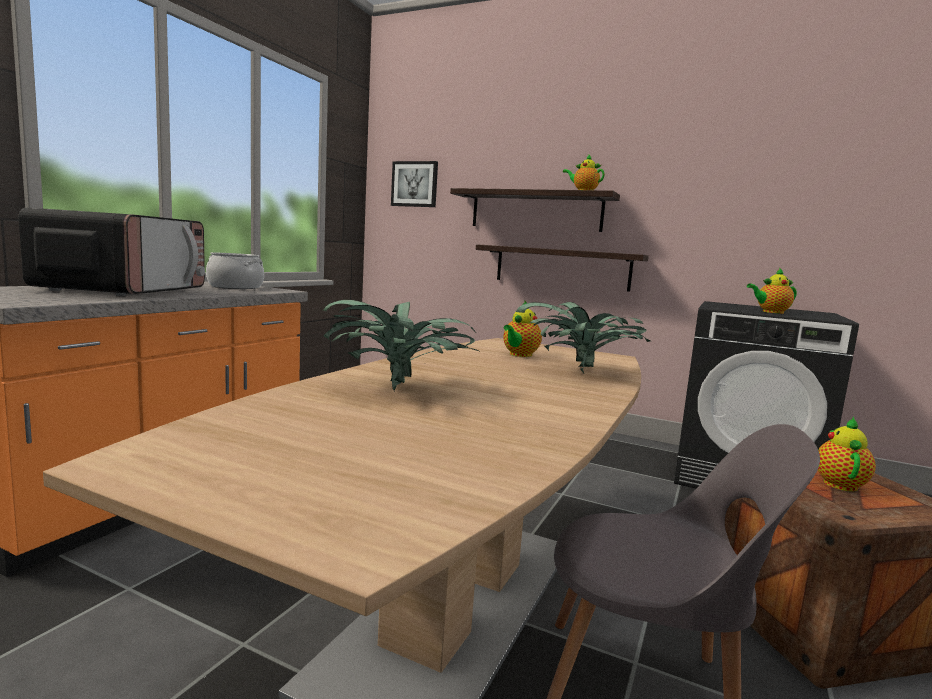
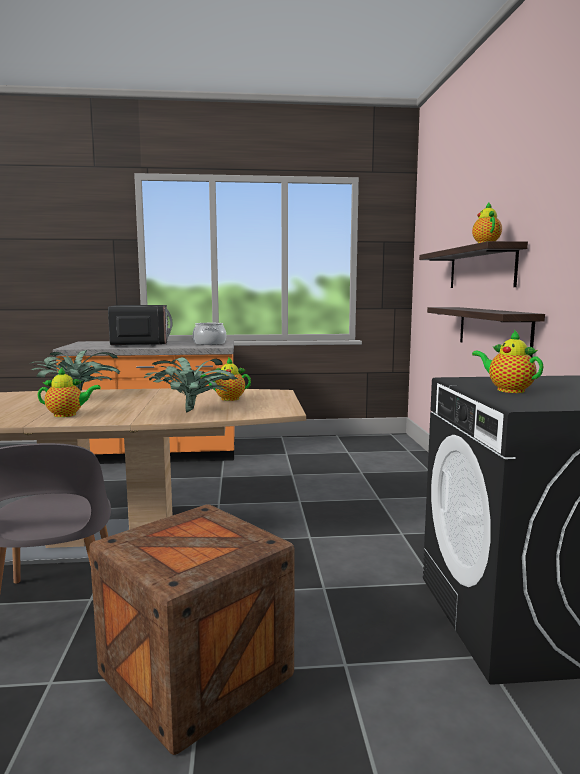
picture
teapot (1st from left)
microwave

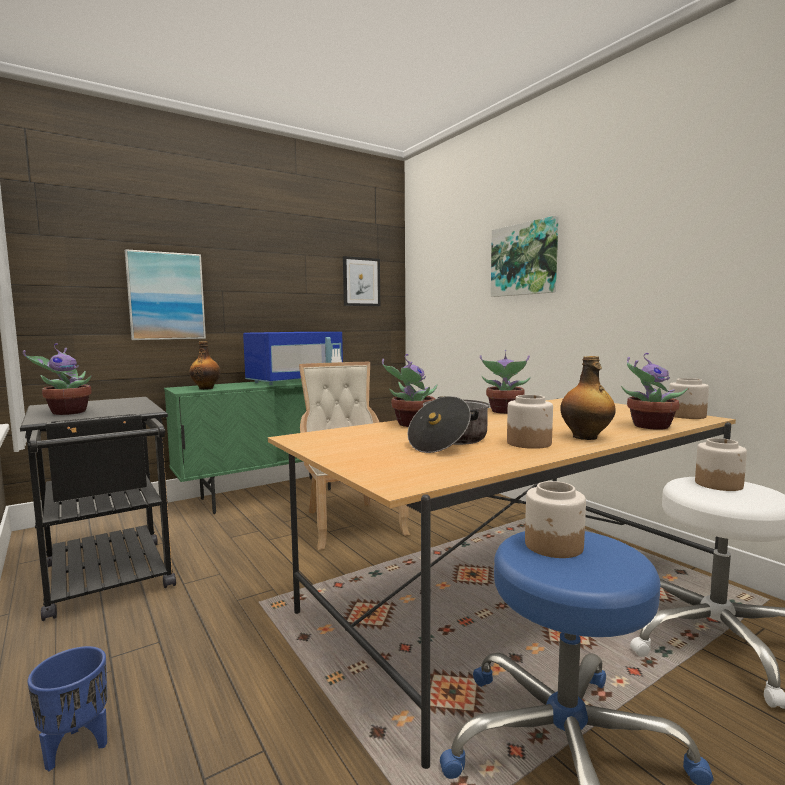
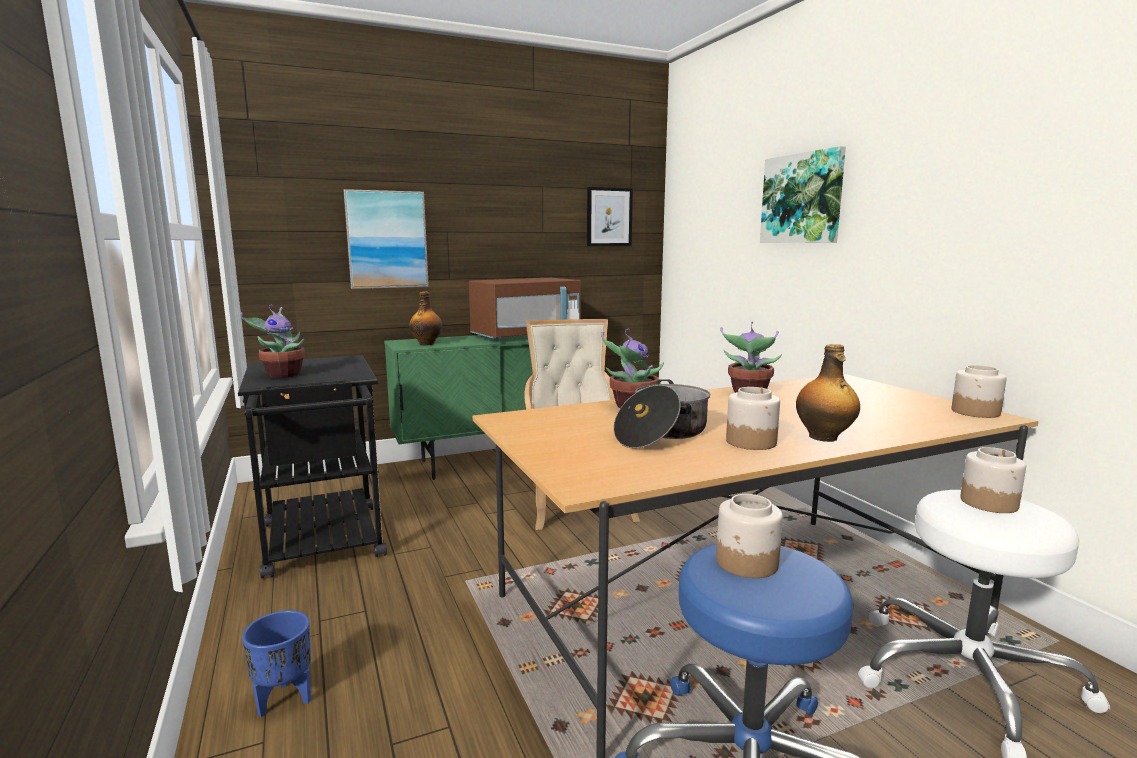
potted plant (4th from left in the first image)
microwave/brown

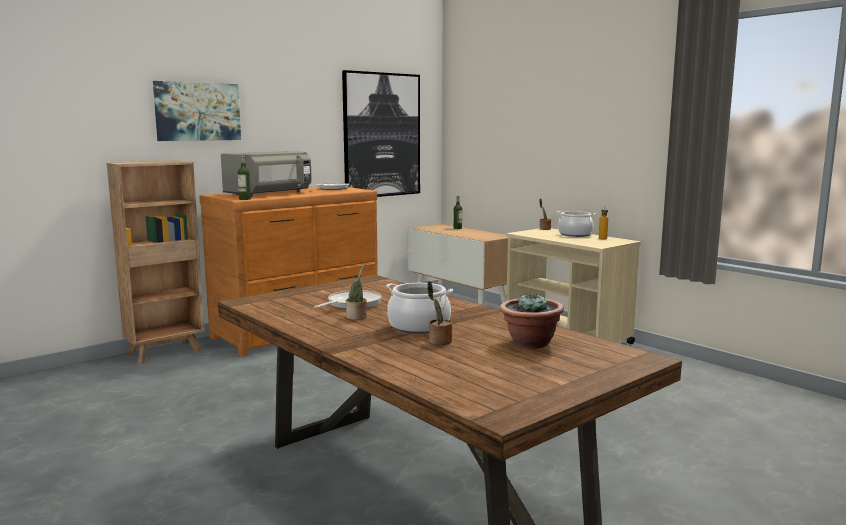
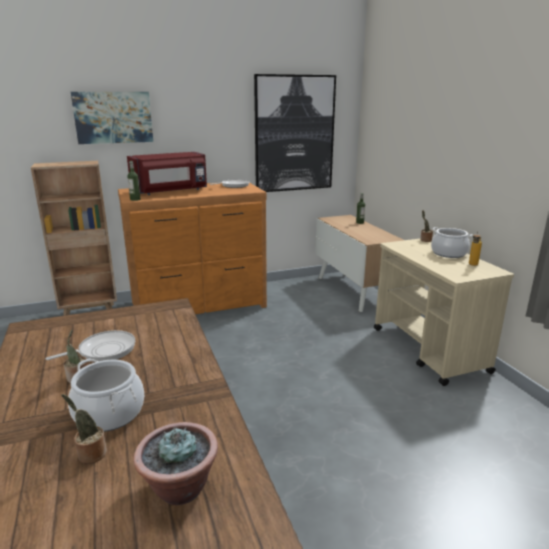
microwave/red

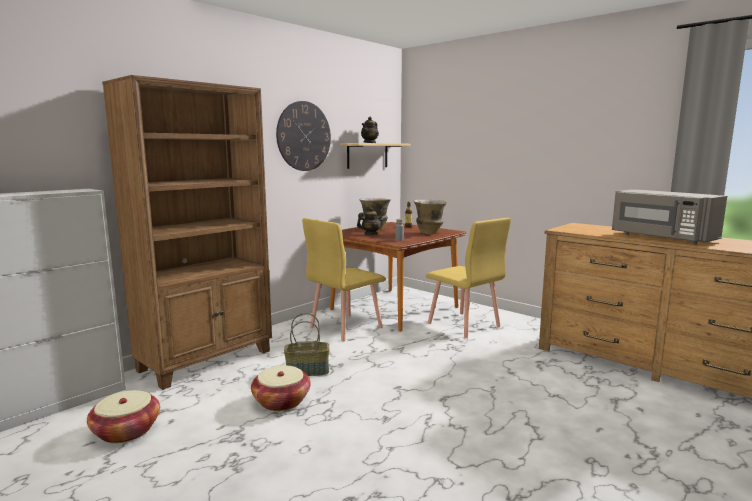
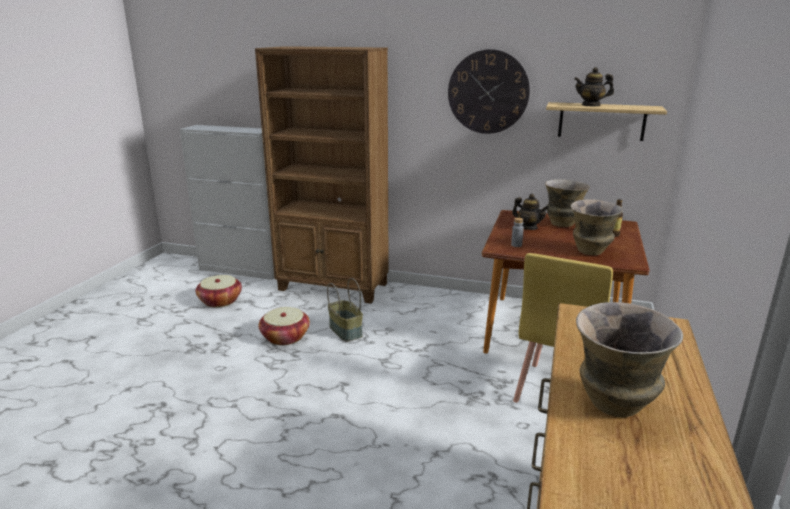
chair/yellow (1st from left in the first image)
vase (3rd from left)

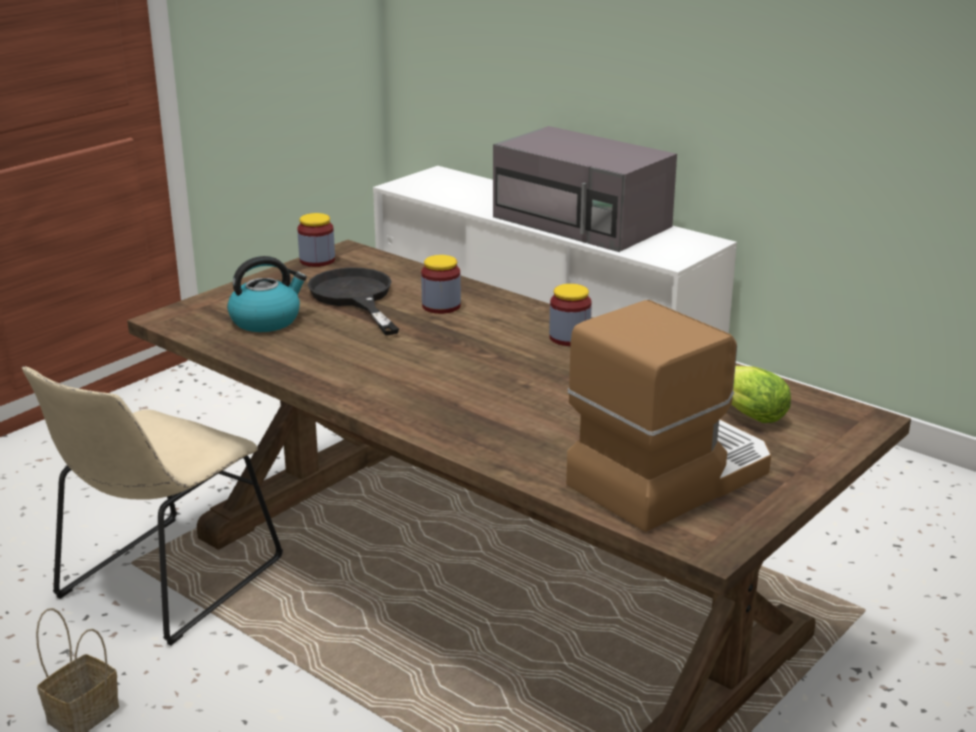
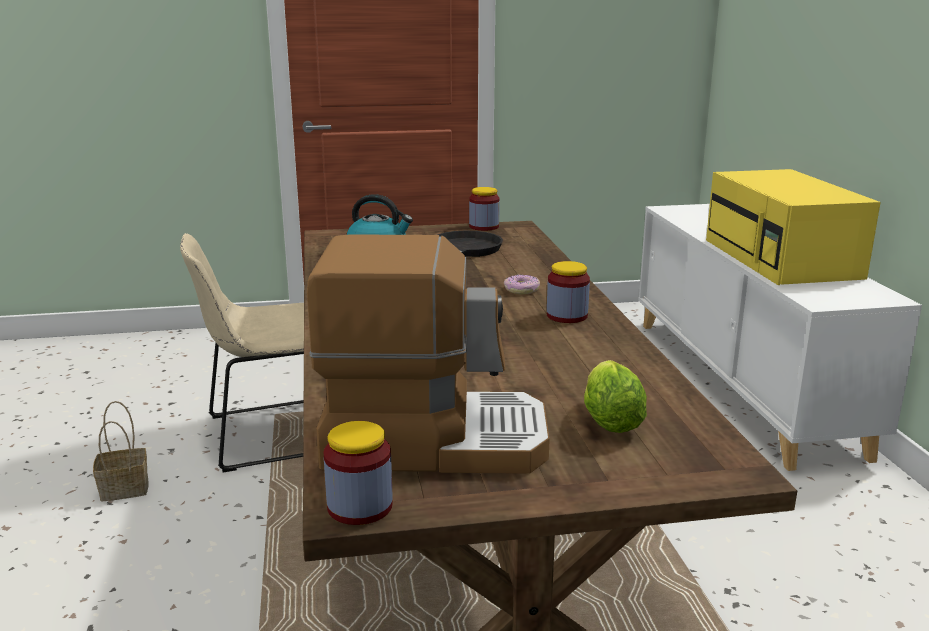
donut
jar (1st from left)
microwave/yellow

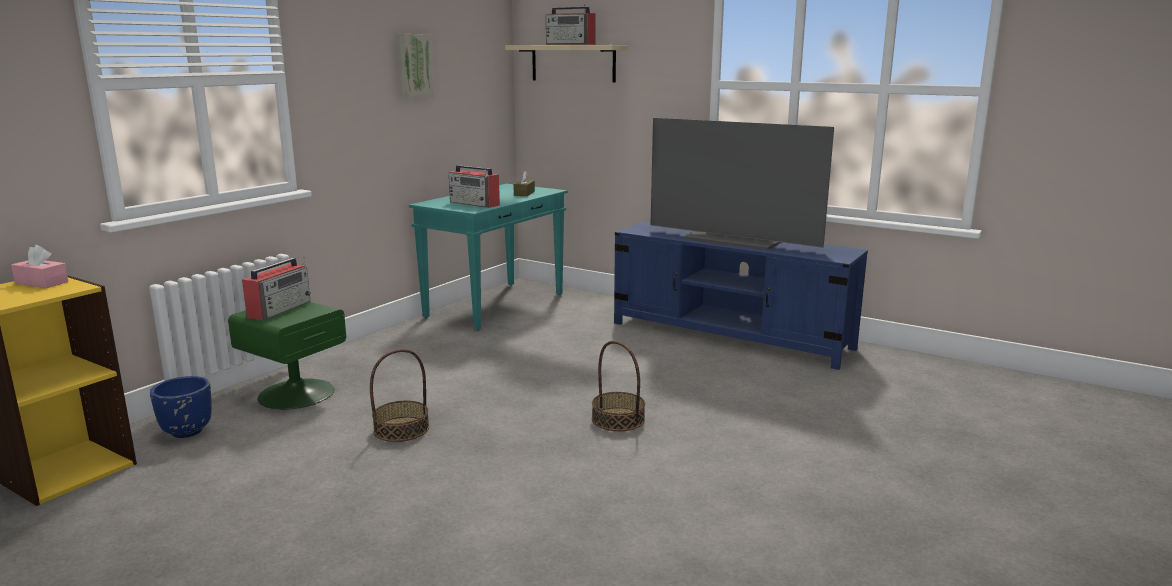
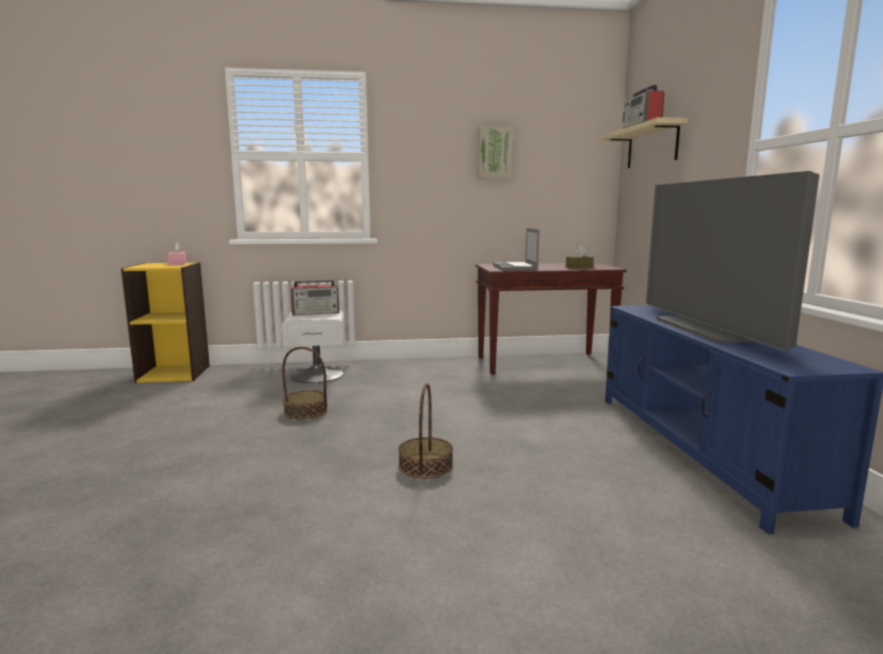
planter/blue
laptop
nightstand/white
console table/brown

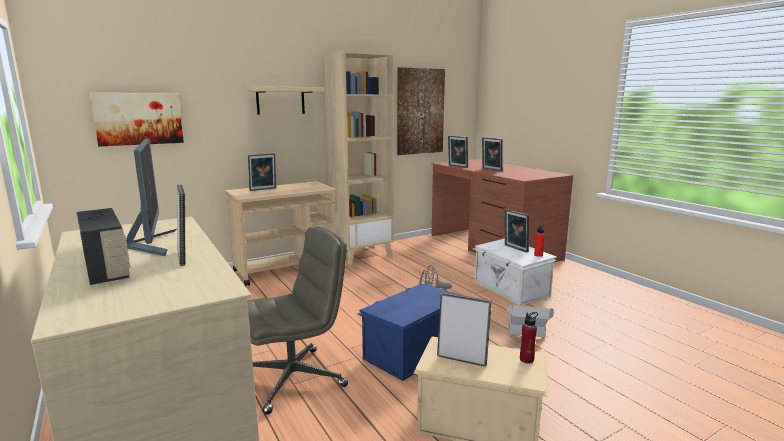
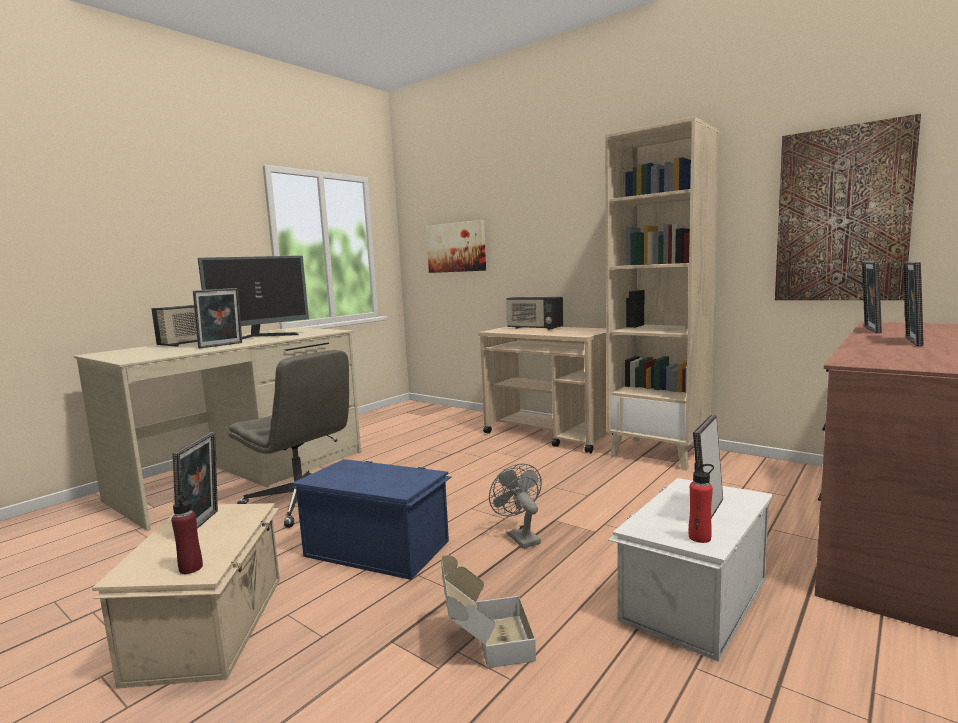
shelf/beige
radio (2nd from left)

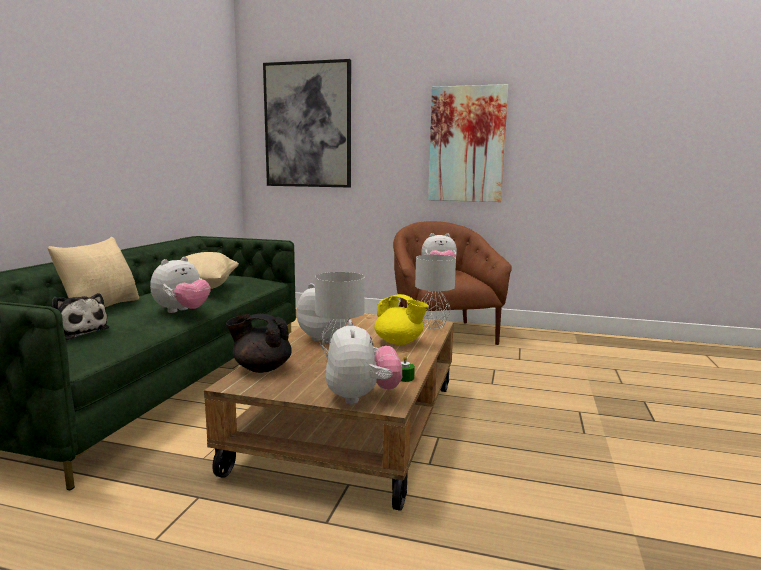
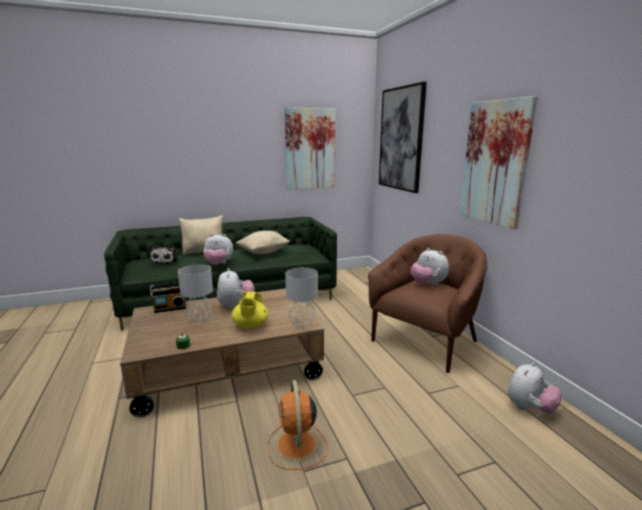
fan/orange
picture (1st from left)
plush toy (5th from left)
radio

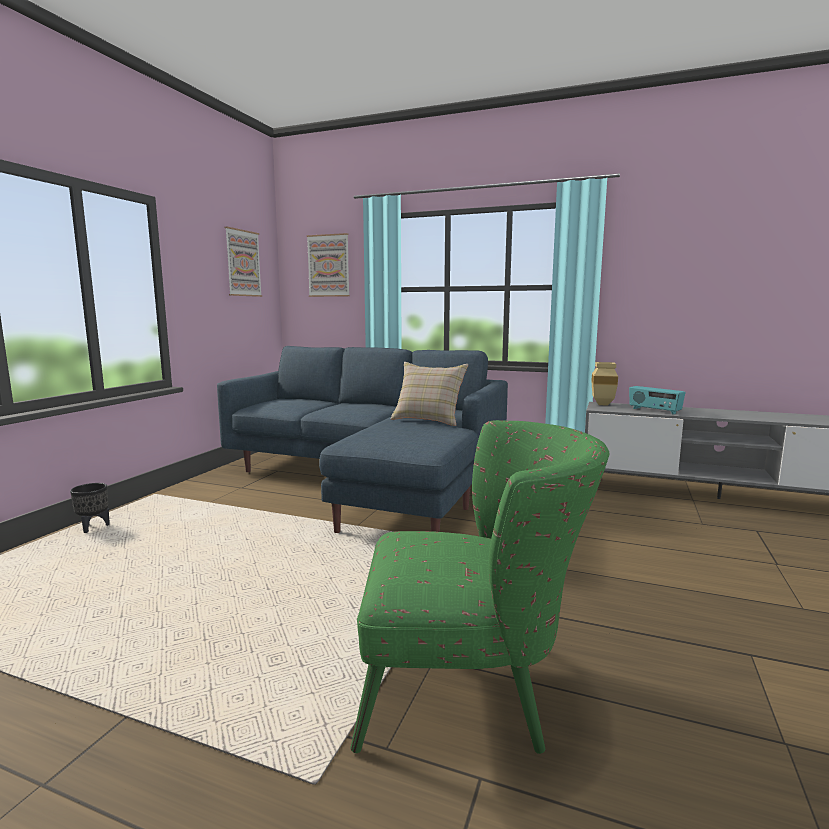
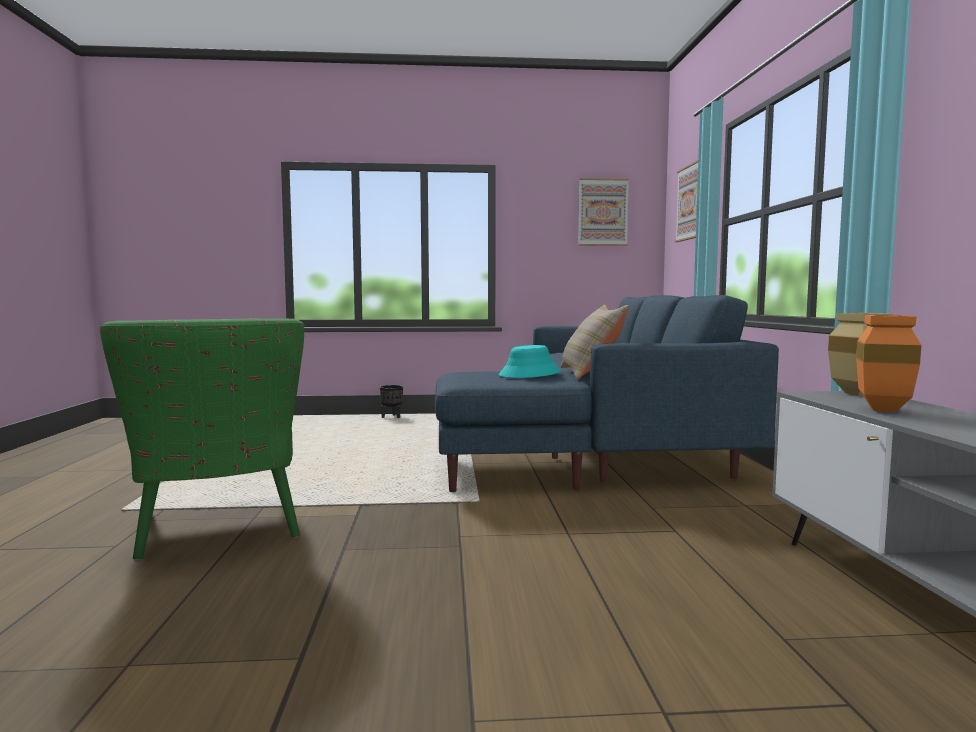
hat/turquoise
vase/orange

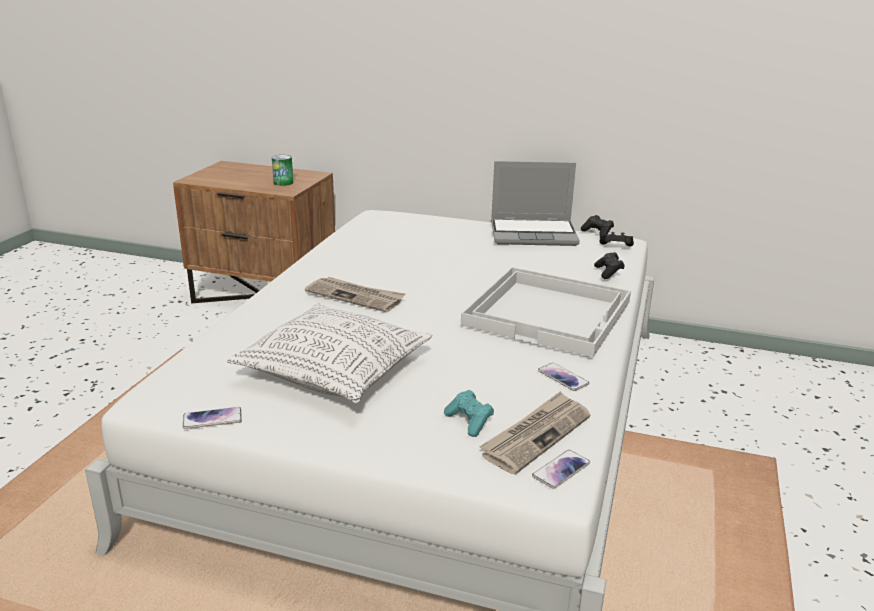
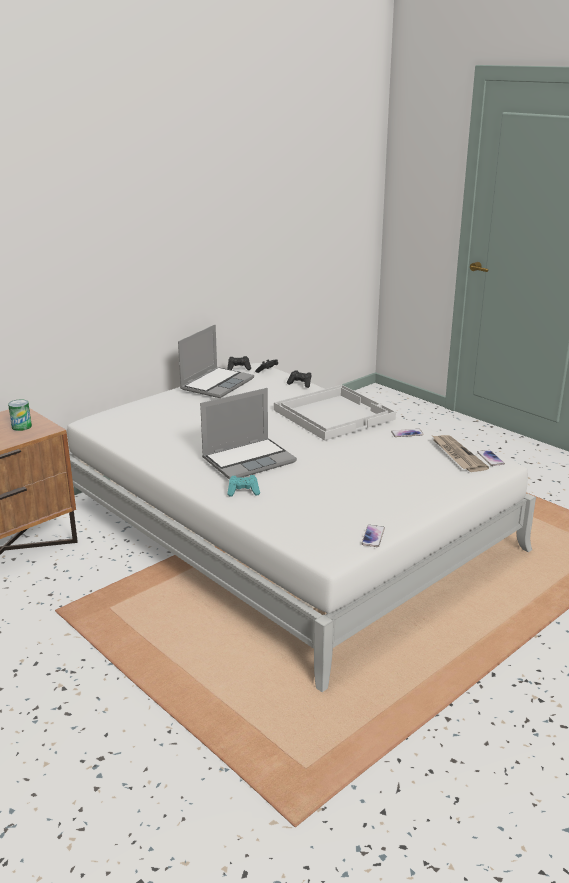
pillow
game controller/turquoise
laptop (2nd from left)

